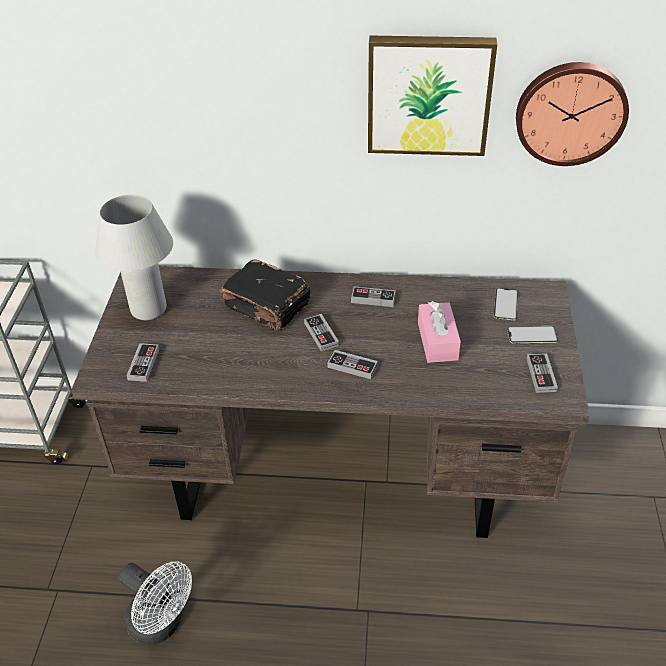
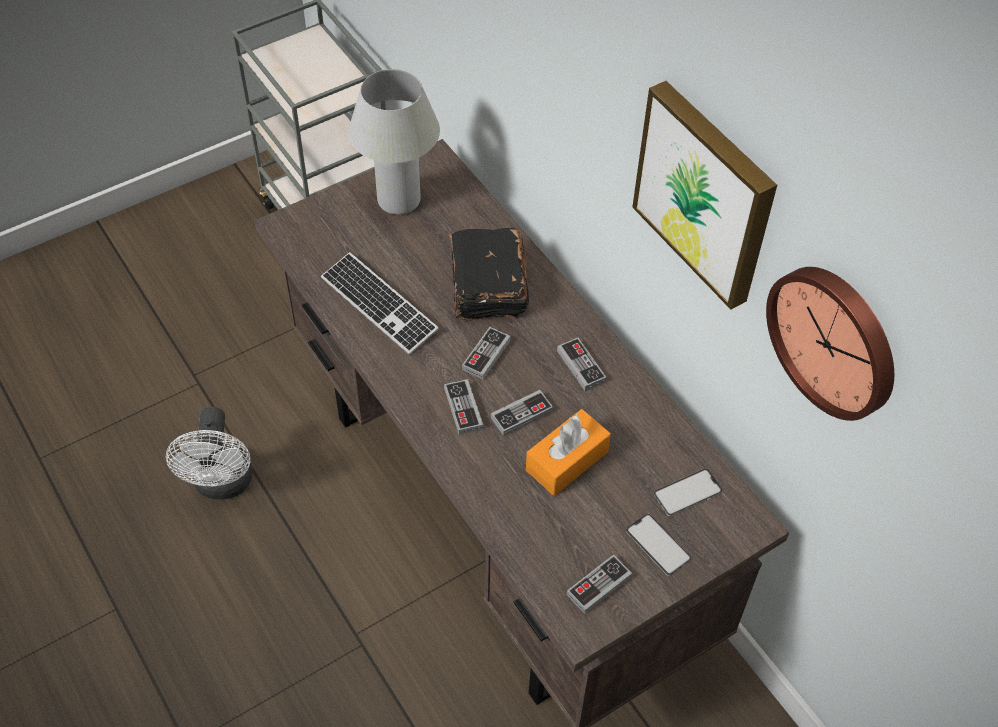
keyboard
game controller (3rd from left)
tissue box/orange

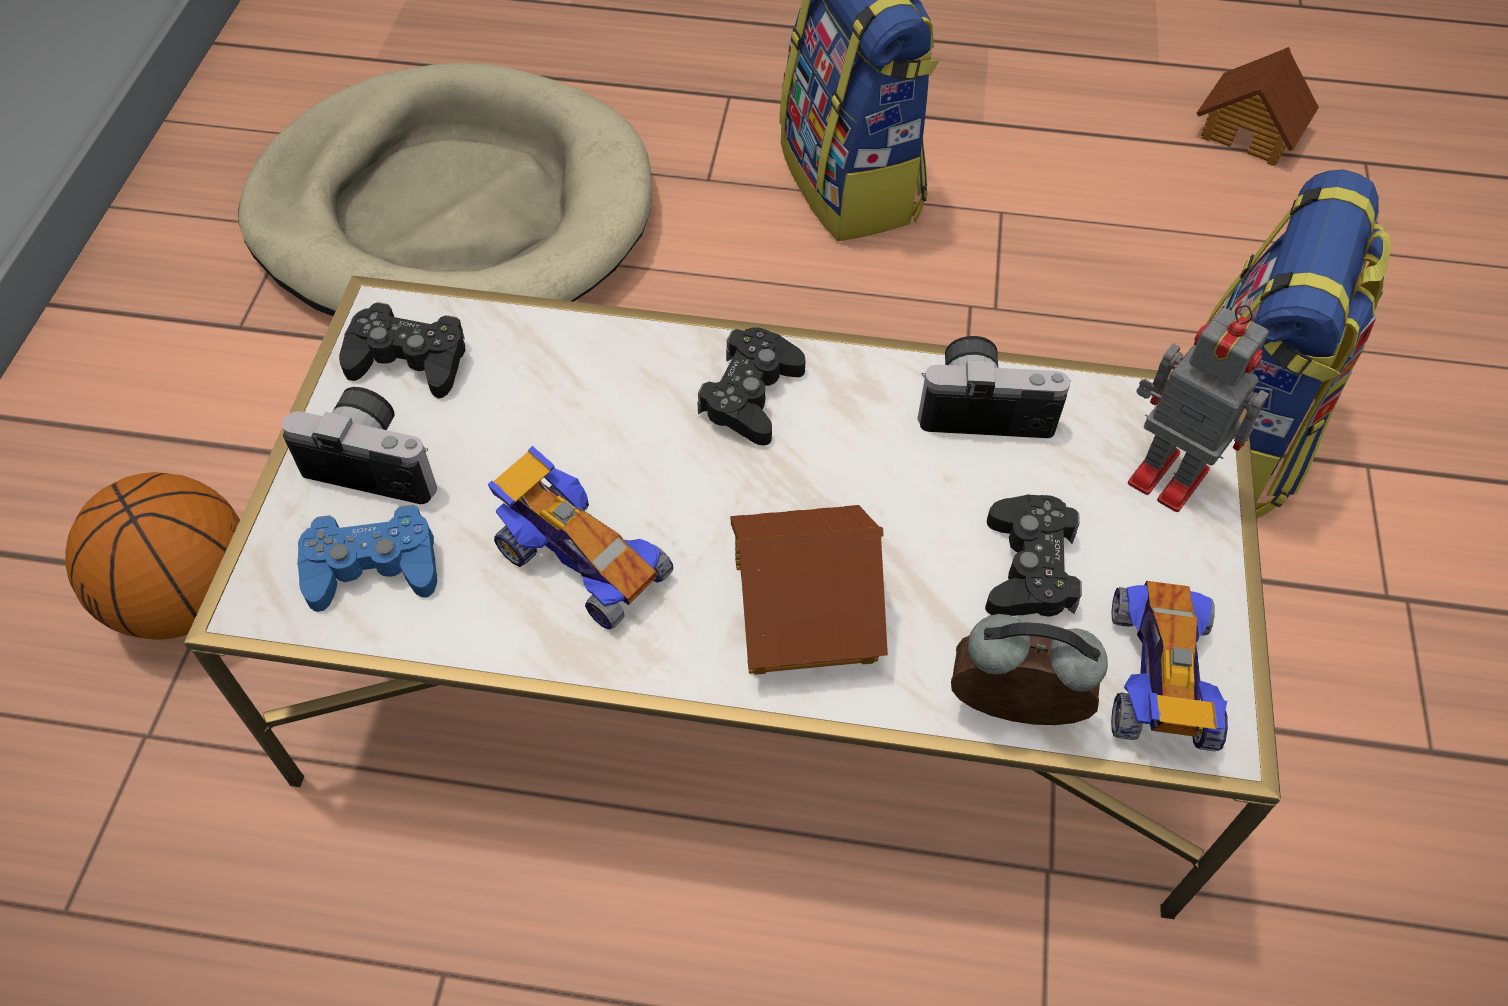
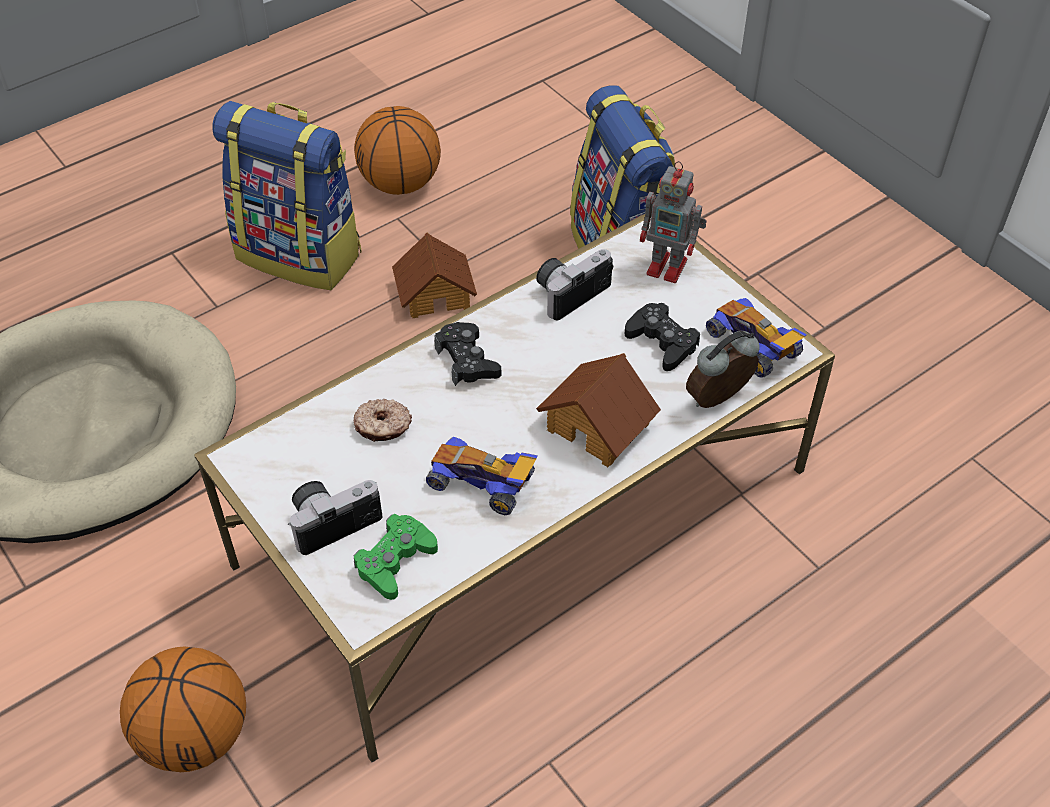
game controller/black (1st from left in the first image)
basketball (2nd from left)
donut
toy house (1st from left)
game controller/green
toy car (1st from left)
toy robot

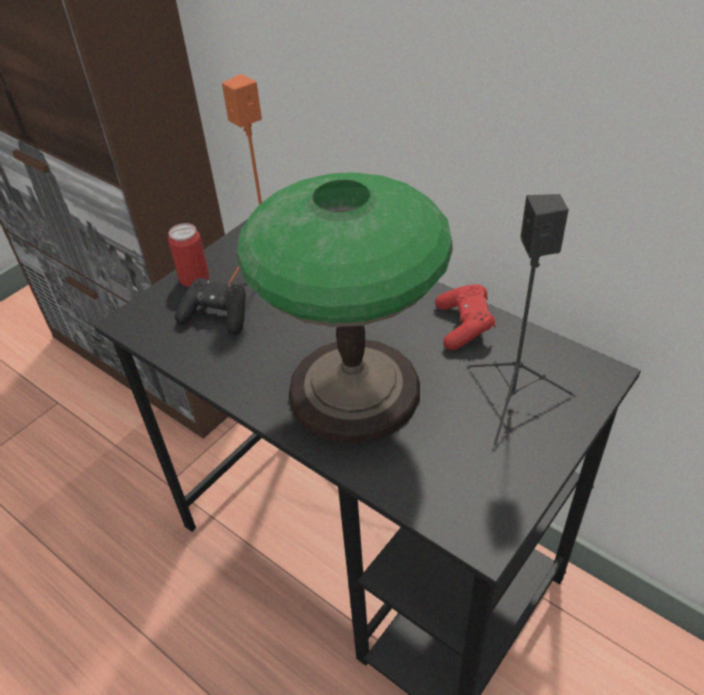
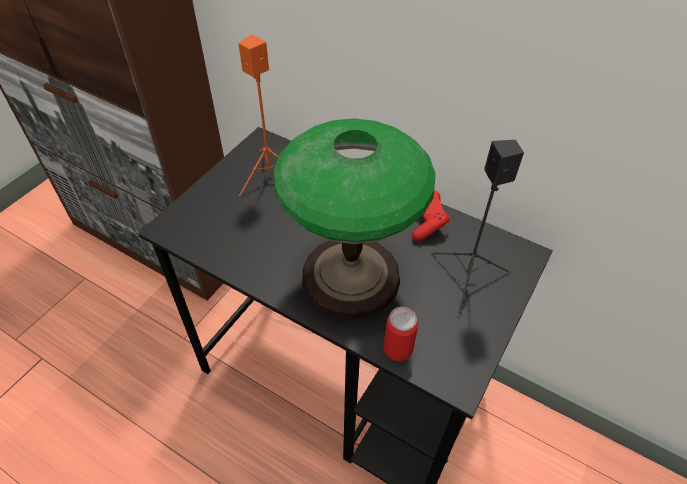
game controller/black
can

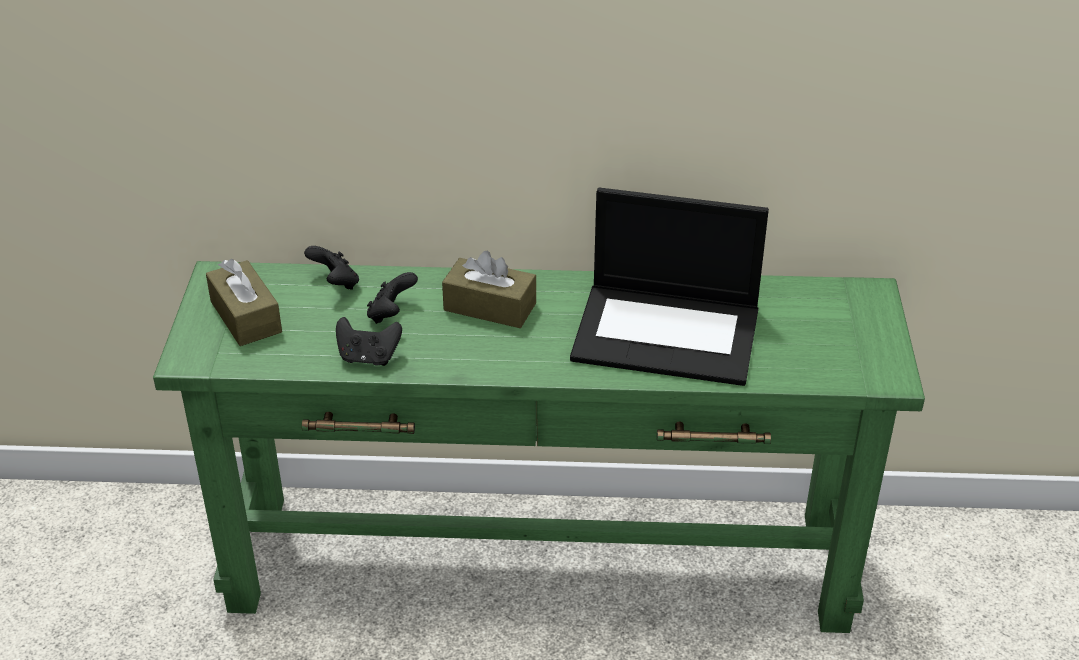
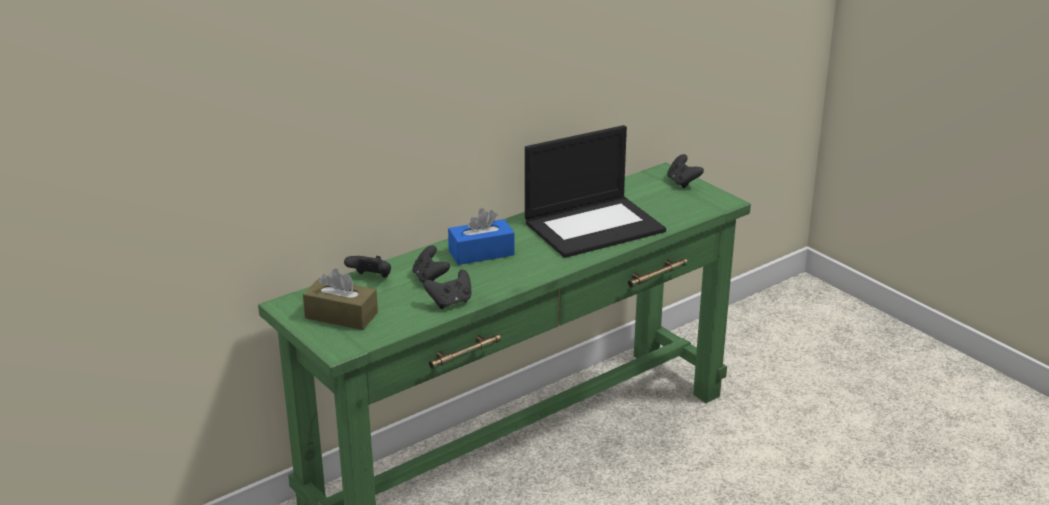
game controller/black (4th from left)
tissue box/blue

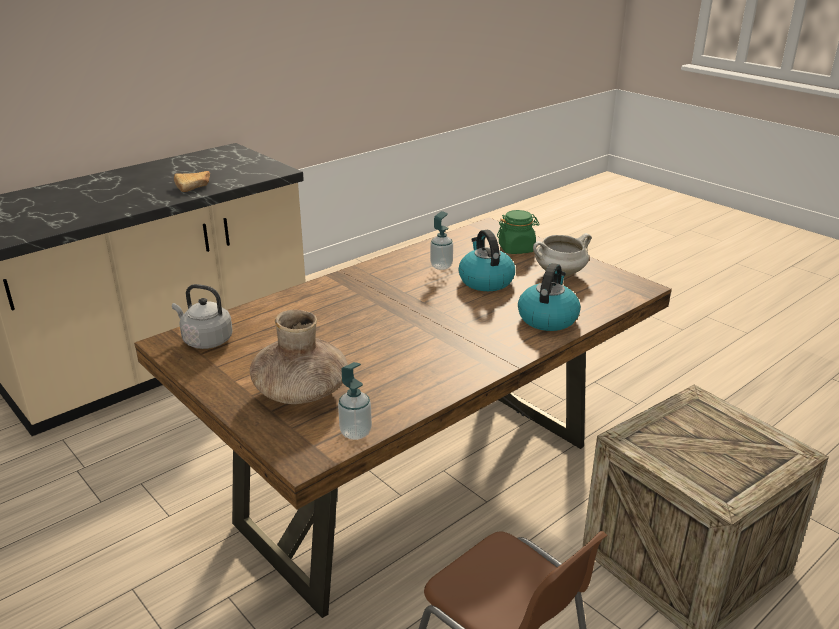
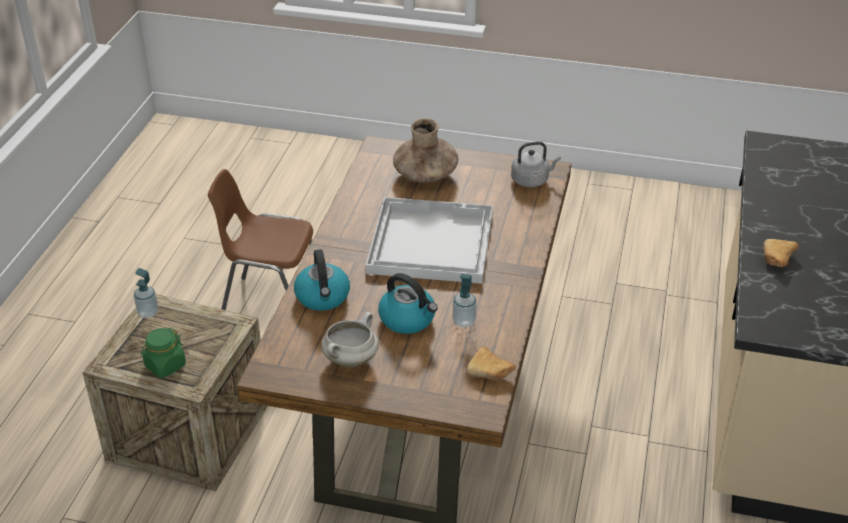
tray/white
bread (1st from left)
soap dispenser (1st from left)
jar/green

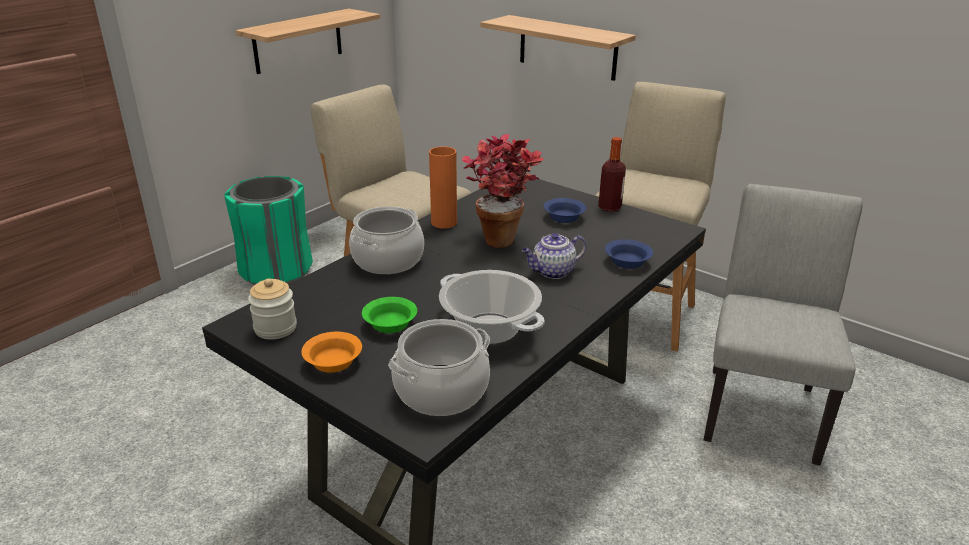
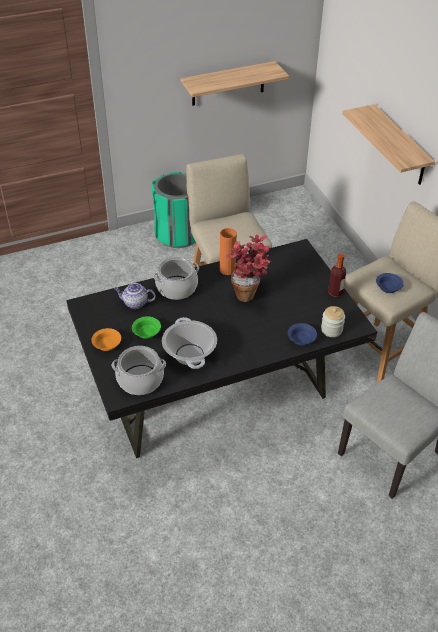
jar
teapot
bowl/blue (2nd from left)

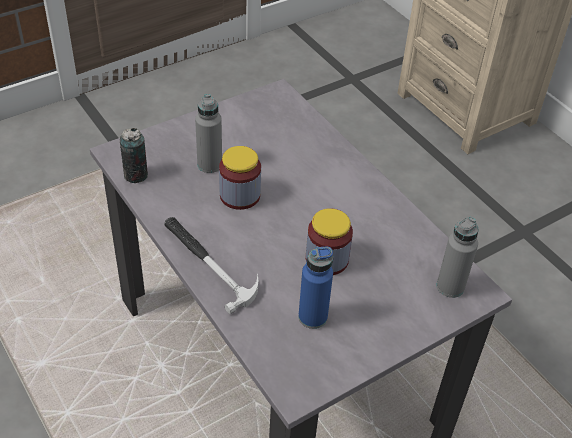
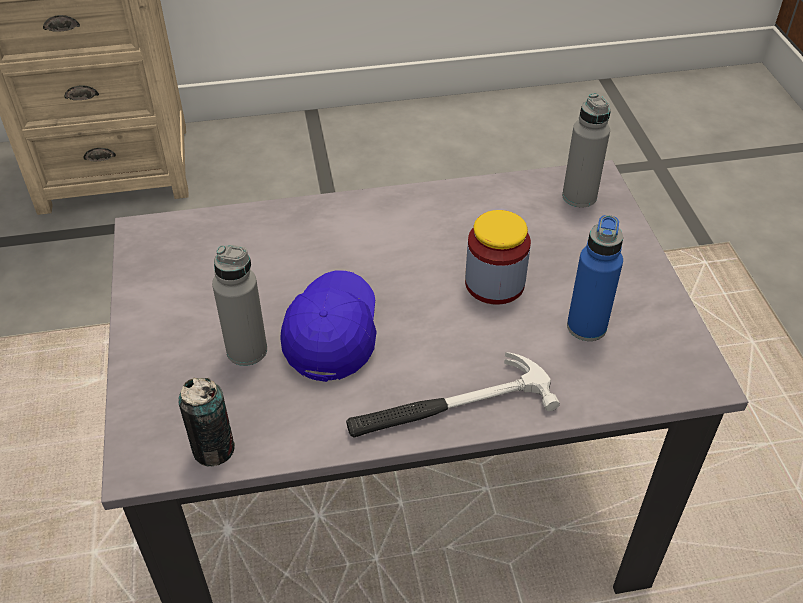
cap/blue

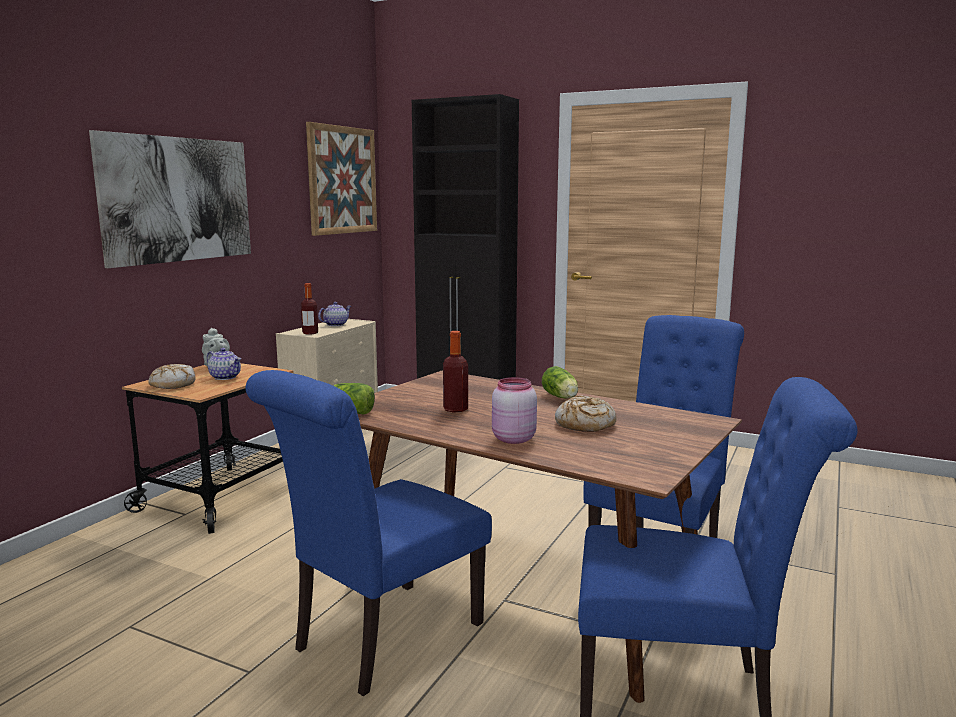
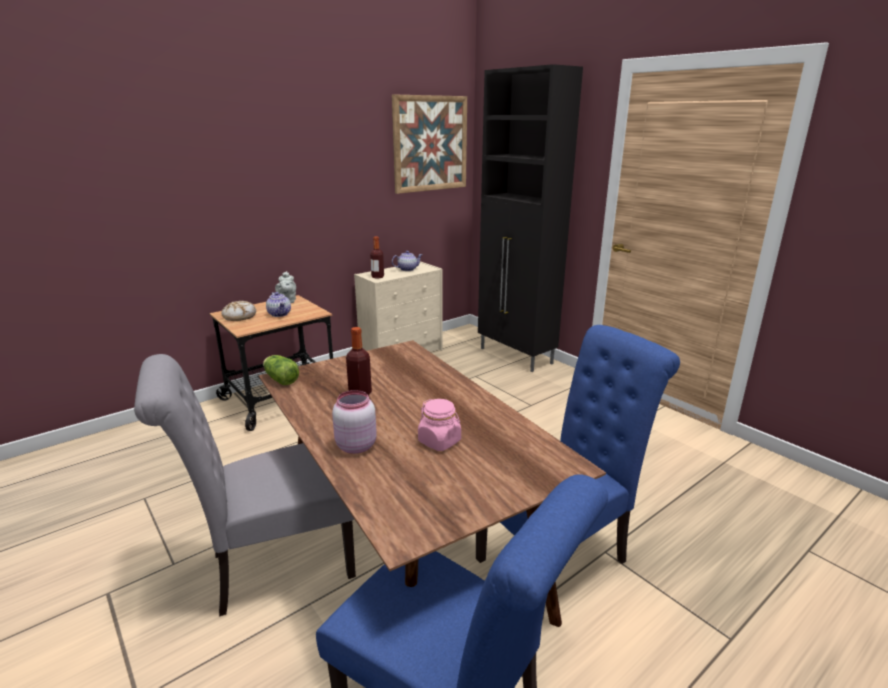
picture (1st from left in the first image)
lettuce (2nd from left in the first image)
jar/pink (2nd from left)
chair/grey

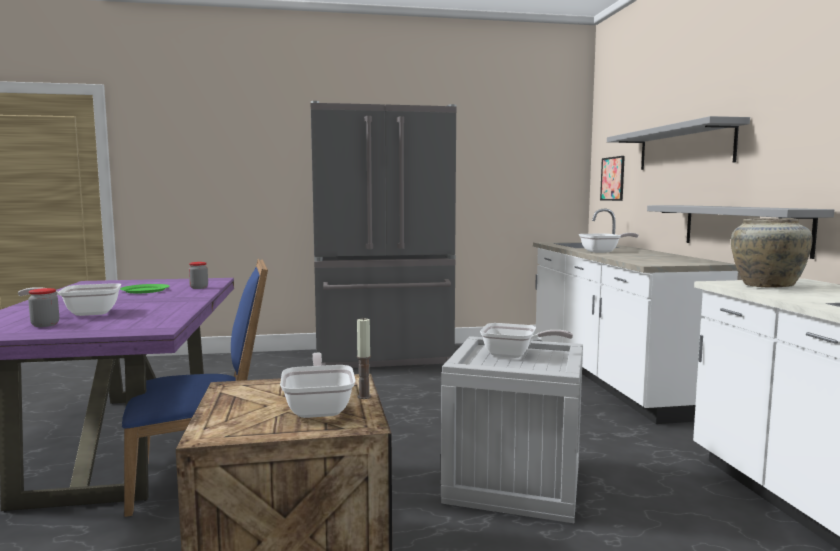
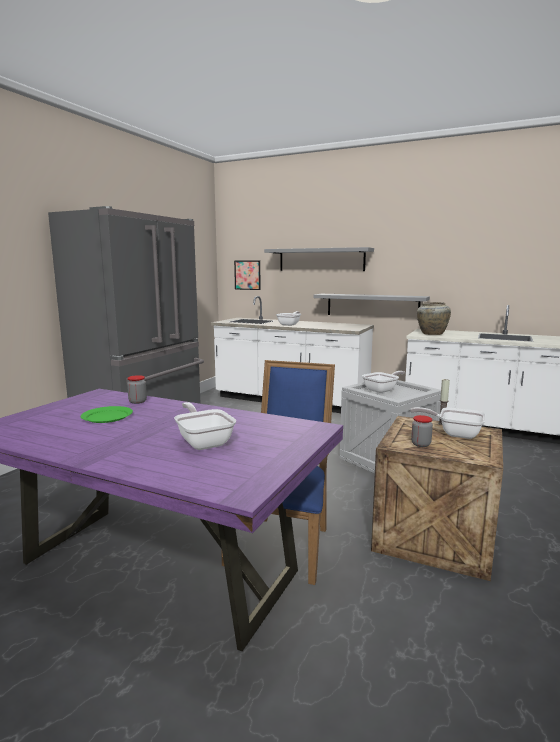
jar (2nd from left)
frying pan (1st from left)

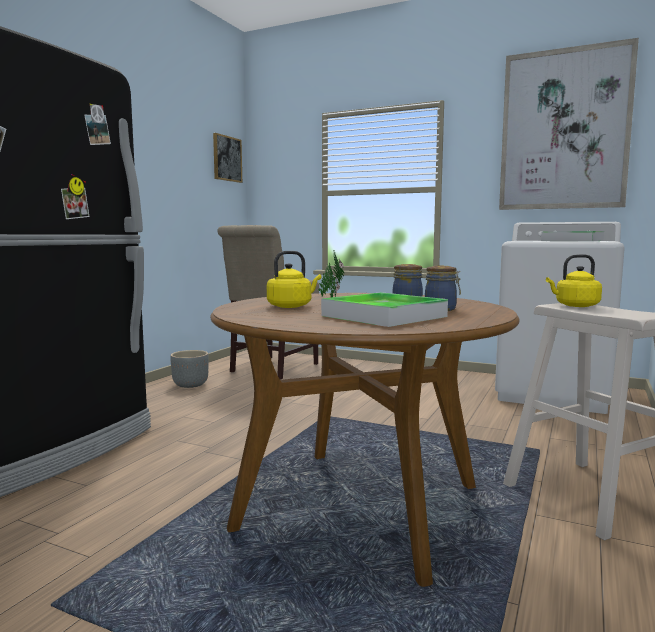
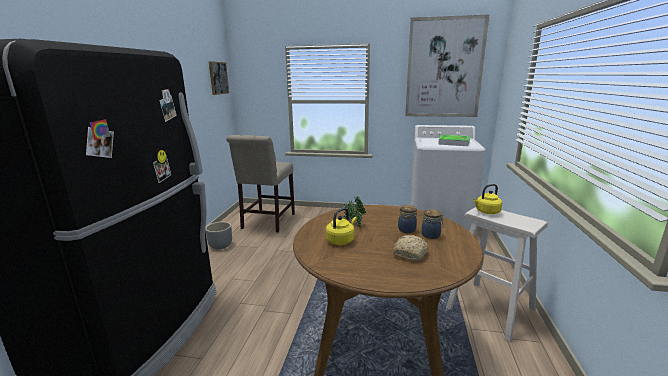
bread

